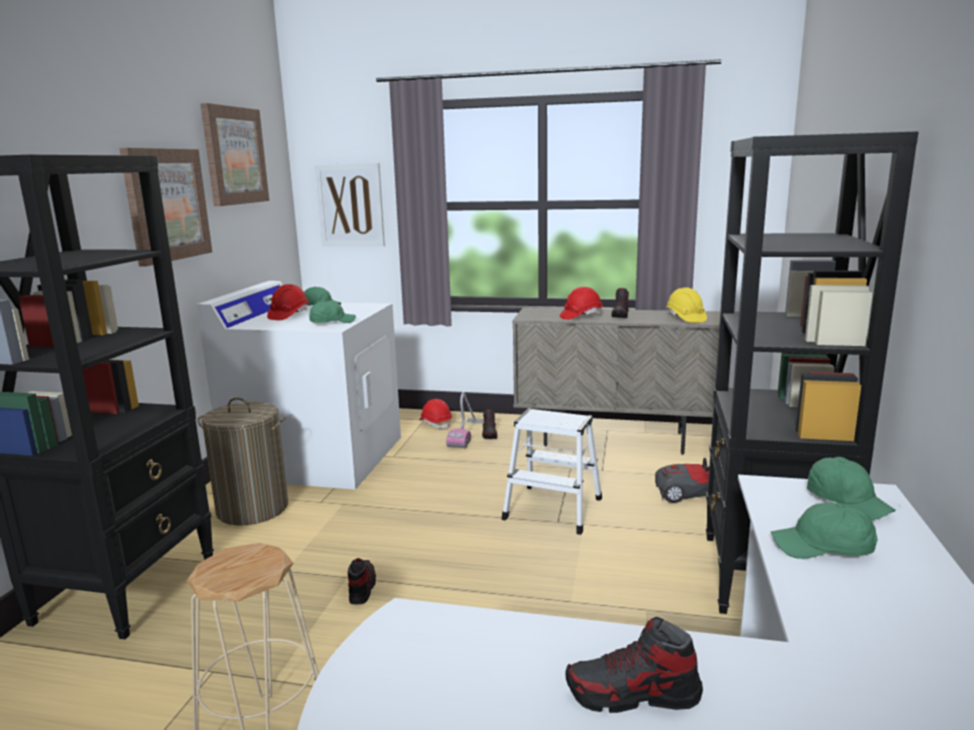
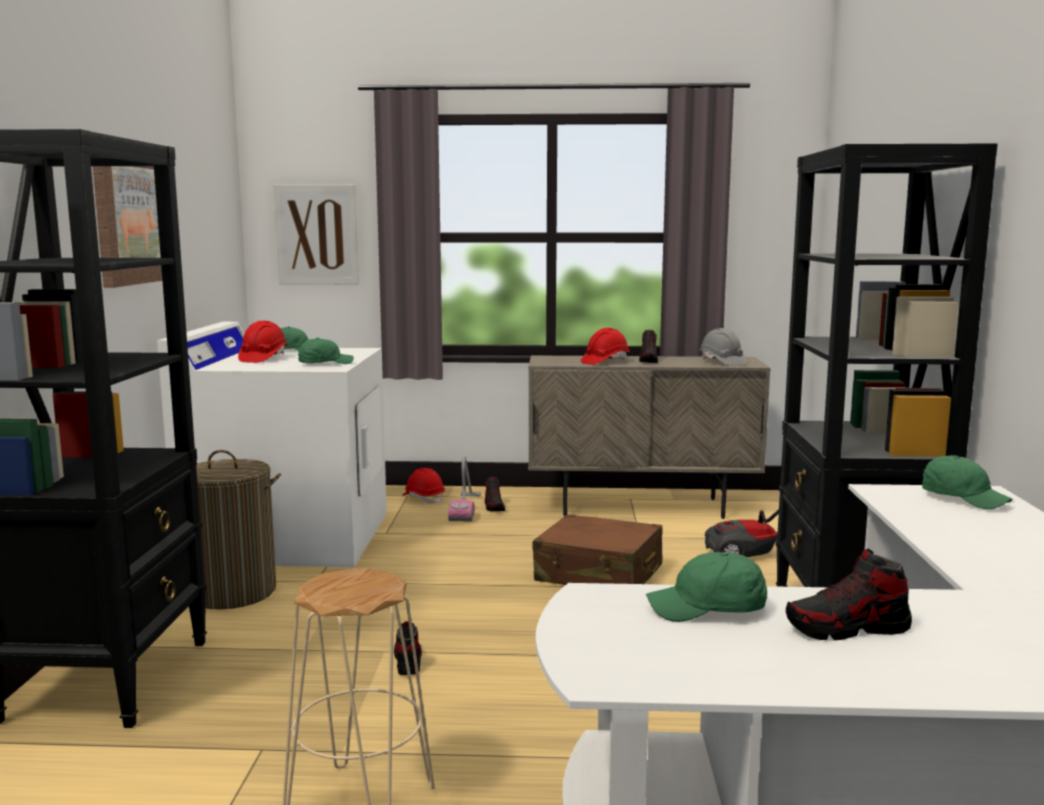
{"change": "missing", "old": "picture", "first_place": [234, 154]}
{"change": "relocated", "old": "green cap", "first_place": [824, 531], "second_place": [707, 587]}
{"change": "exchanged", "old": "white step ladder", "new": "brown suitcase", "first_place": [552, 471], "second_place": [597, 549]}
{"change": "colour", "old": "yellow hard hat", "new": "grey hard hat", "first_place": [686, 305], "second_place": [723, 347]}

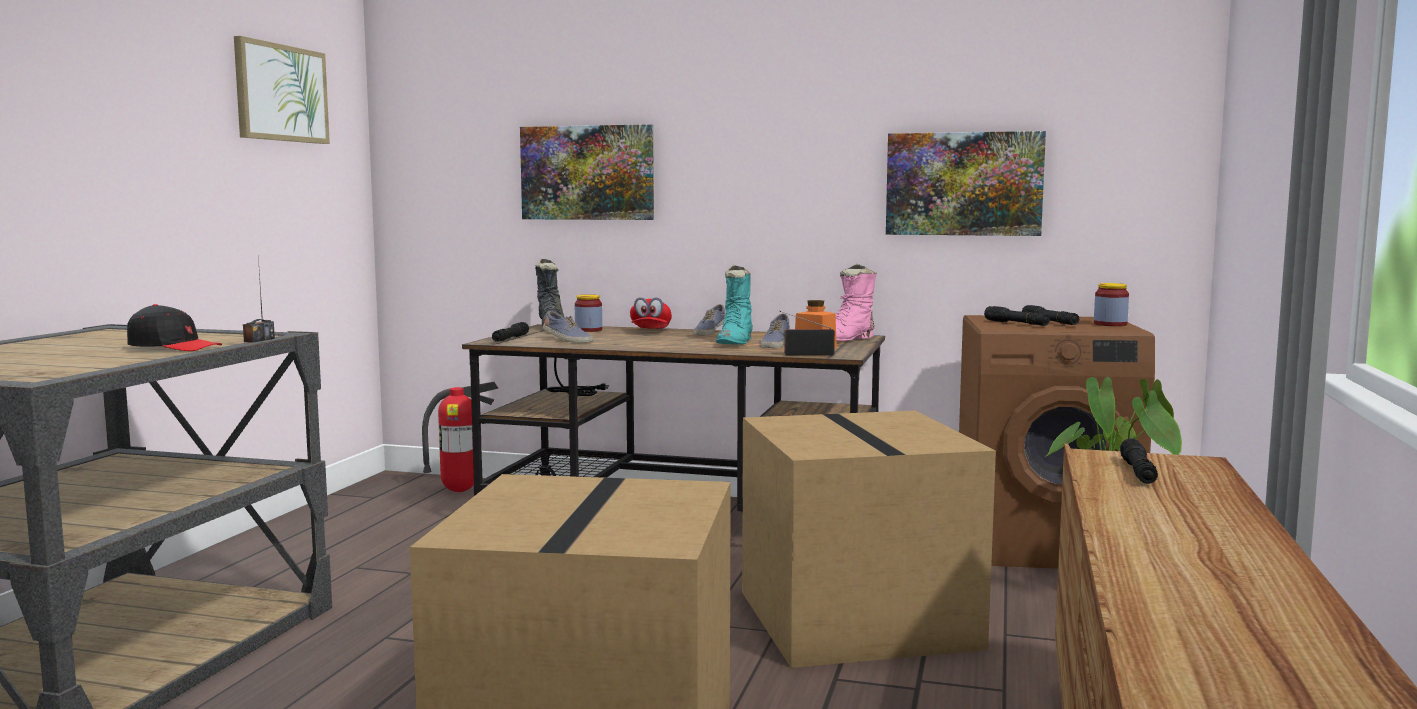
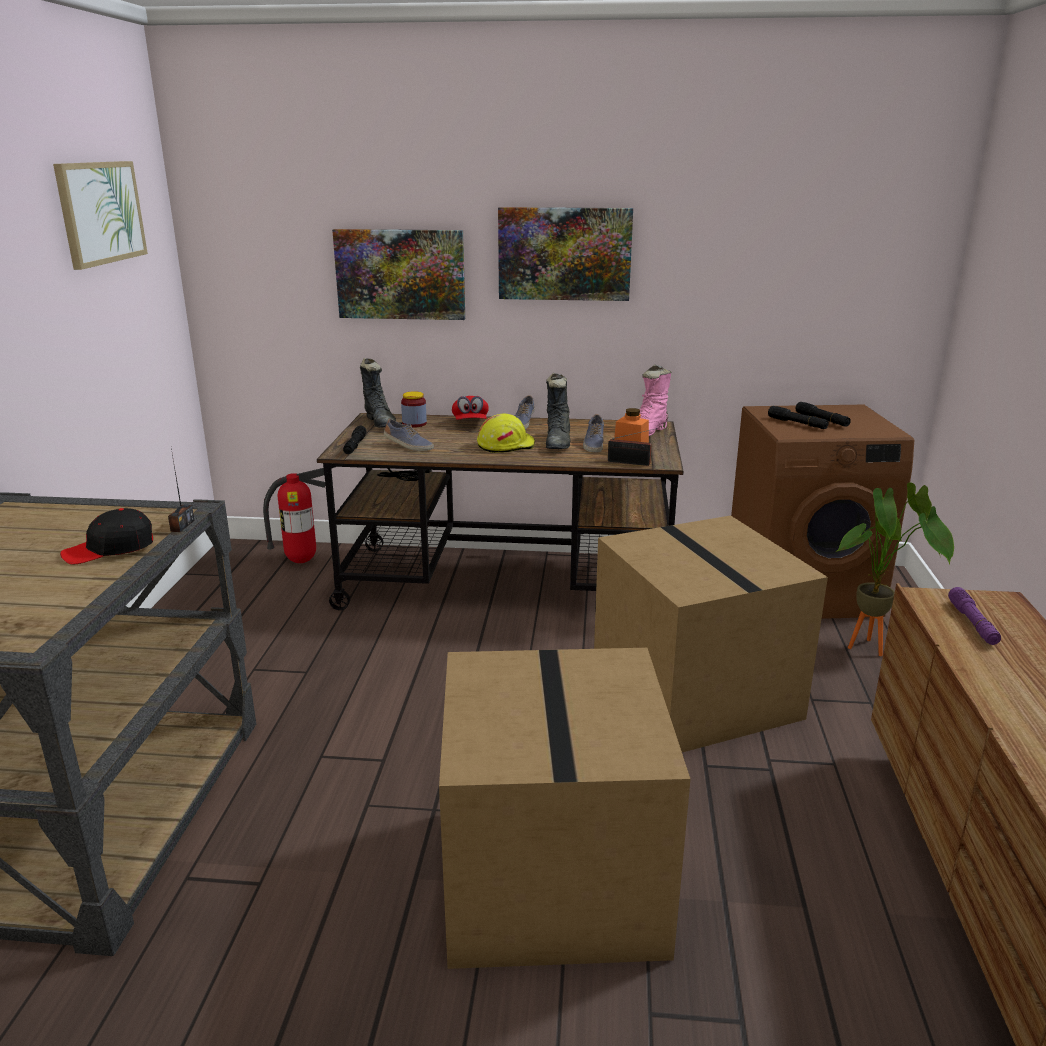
{"change": "missing", "old": "jar", "first_place": [1111, 304]}
{"change": "appeared", "new": "yellow hard hat", "second_place": [506, 433]}
{"change": "relocated", "old": "picture", "first_place": [966, 183], "second_place": [565, 254]}
{"change": "colour", "old": "turquoise boot", "new": "black boot", "first_place": [734, 304], "second_place": [558, 411]}
{"change": "colour", "old": "black flashlight", "new": "purple flashlight", "first_place": [1139, 461], "second_place": [974, 616]}
{"change": "spun", "old": "black cap", "first_place": [174, 327], "second_place": [106, 536], "degrees": 150}
{"change": "spun", "old": "radio", "first_place": [807, 333], "second_place": [632, 447], "degrees": -150}

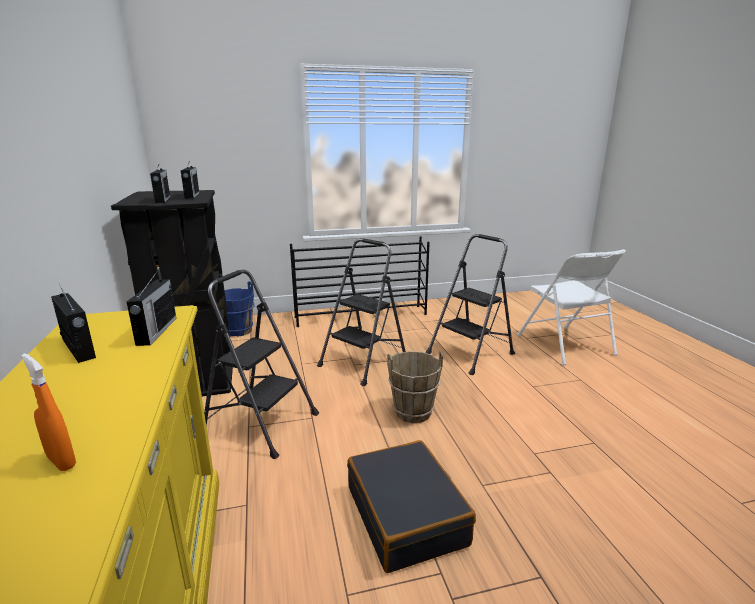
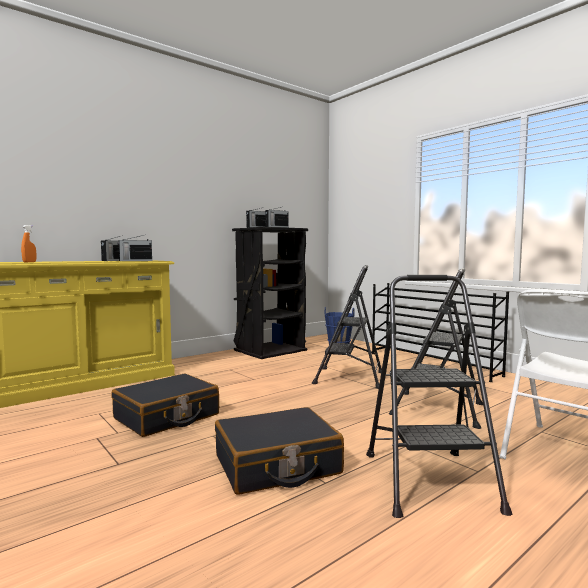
{"change": "missing", "old": "brown bucket", "first_place": [415, 386]}
{"change": "appeared", "new": "black suitcase", "second_place": [279, 451]}
{"change": "relocated", "old": "black step ladder", "first_place": [261, 364], "second_place": [439, 396]}

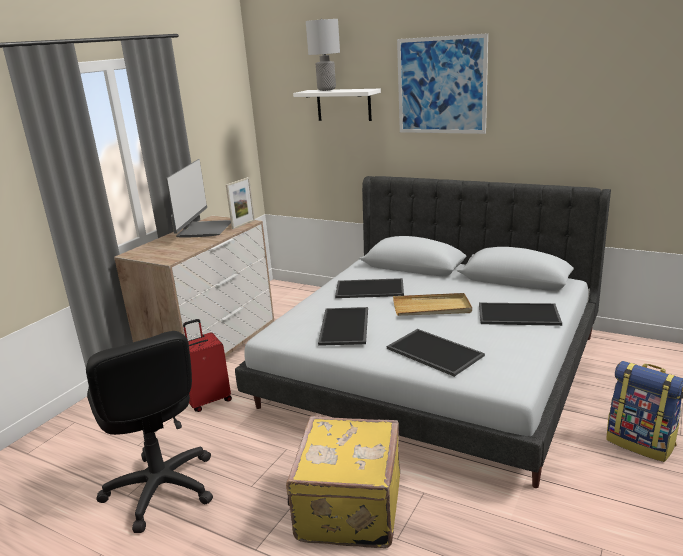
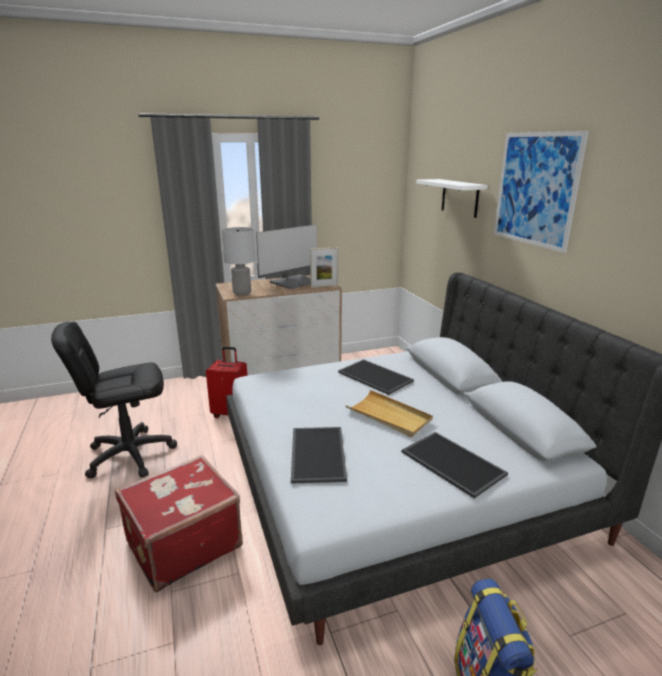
{"change": "missing", "old": "tray", "first_place": [343, 326]}
{"change": "relocated", "old": "grey table lamp", "first_place": [323, 55], "second_place": [238, 261]}
{"change": "colour", "old": "yellow suitcase", "new": "red suitcase", "first_place": [343, 482], "second_place": [179, 524]}
{"change": "spun", "old": "black office chair", "first_place": [149, 432], "second_place": [114, 400], "degrees": 60}

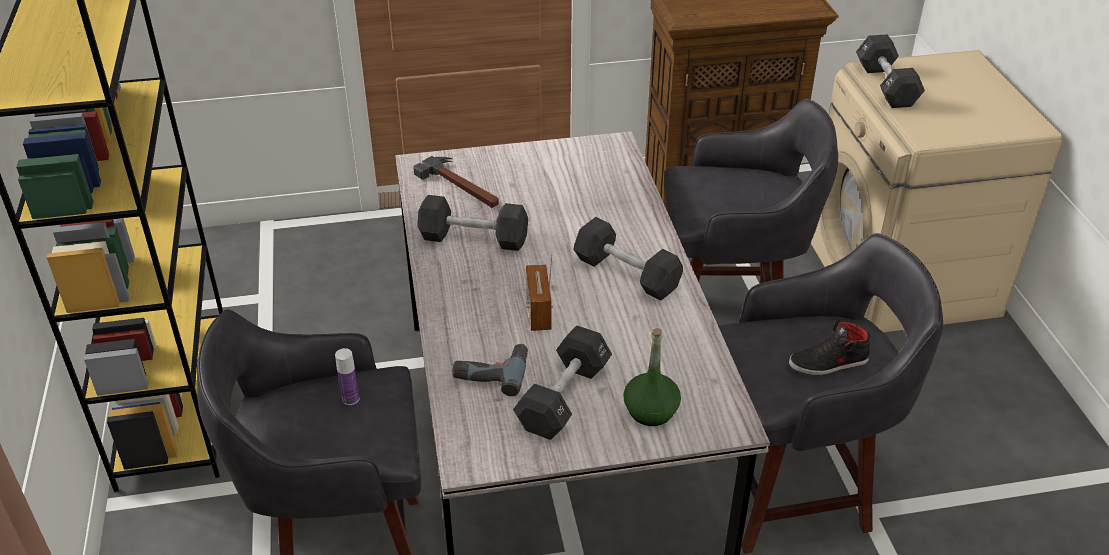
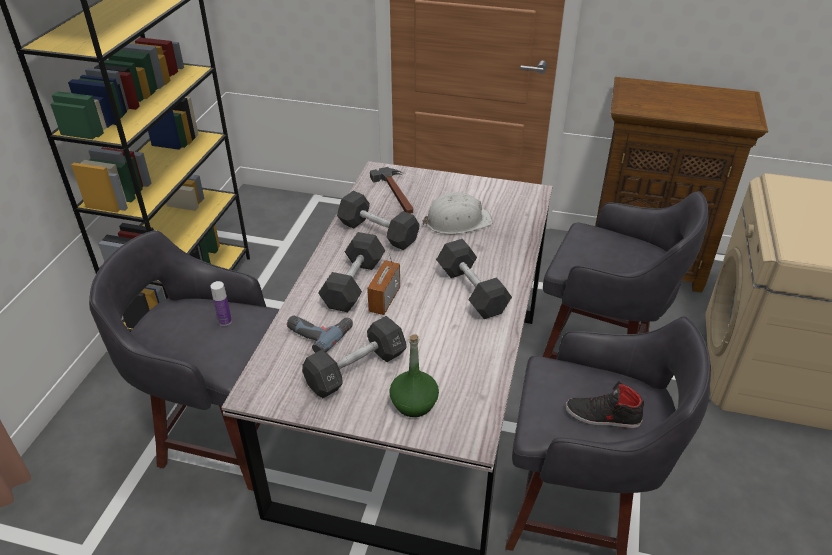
{"change": "appeared", "new": "white hard hat", "second_place": [457, 213]}
{"change": "relocated", "old": "black dumbbell", "first_place": [890, 71], "second_place": [351, 272]}

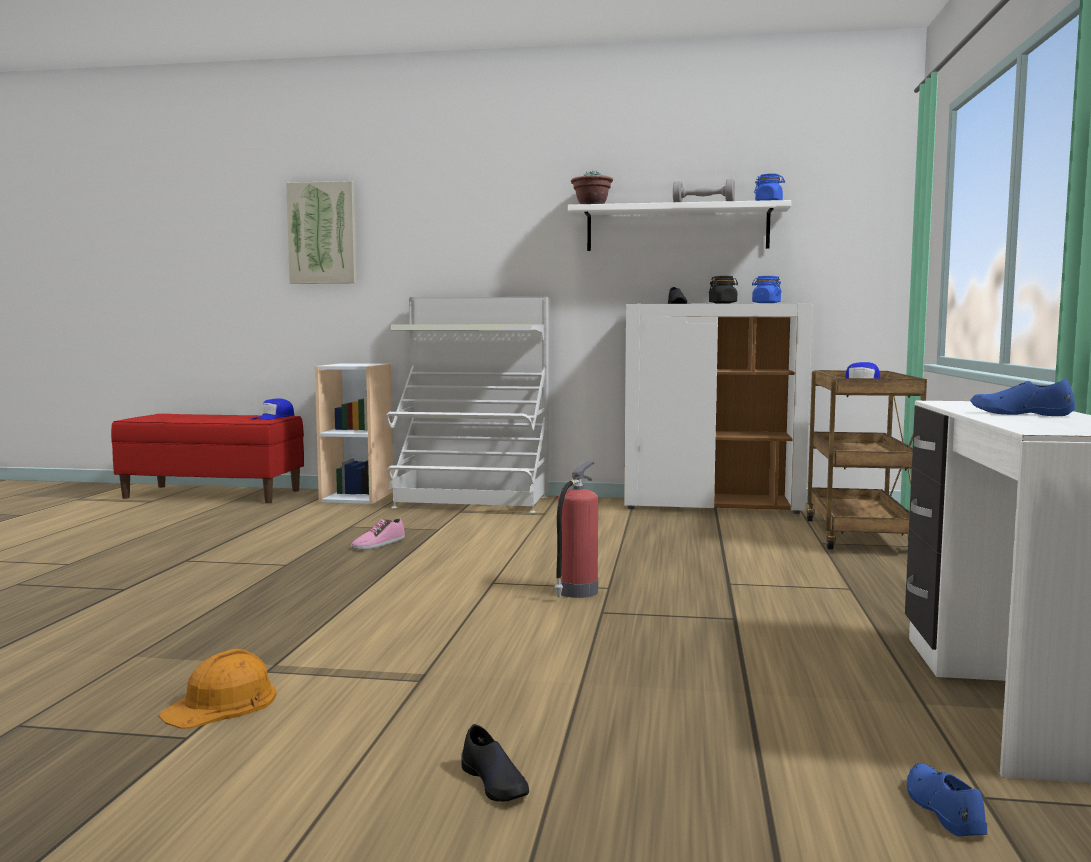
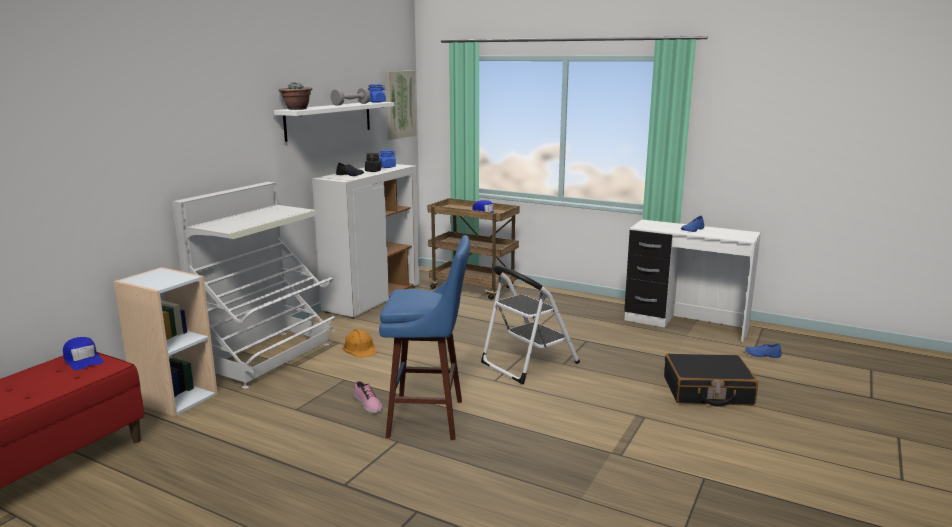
{"change": "missing", "old": "black shoe", "first_place": [495, 763]}
{"change": "appeared", "new": "blue stool", "second_place": [424, 337]}
{"change": "appeared", "new": "black suitcase", "second_place": [711, 380]}
{"change": "relocated", "old": "orange hard hat", "first_place": [217, 689], "second_place": [360, 343]}
{"change": "relocated", "old": "picture", "first_place": [321, 232], "second_place": [400, 105]}
{"change": "exchanged", "old": "fire extinguisher", "new": "step ladder", "first_place": [576, 529], "second_place": [530, 324]}

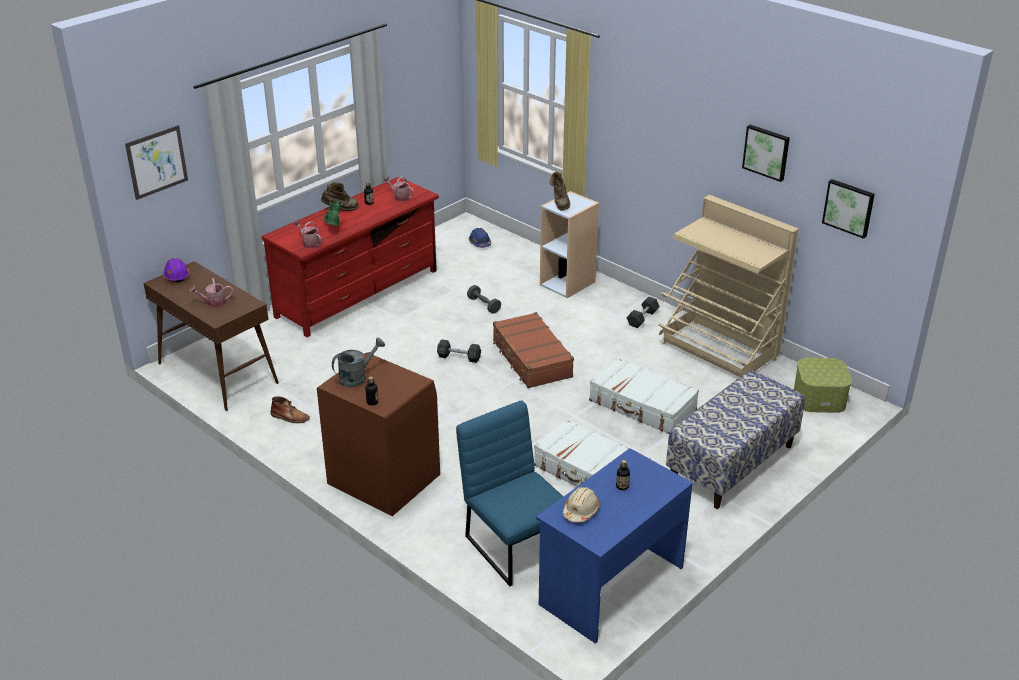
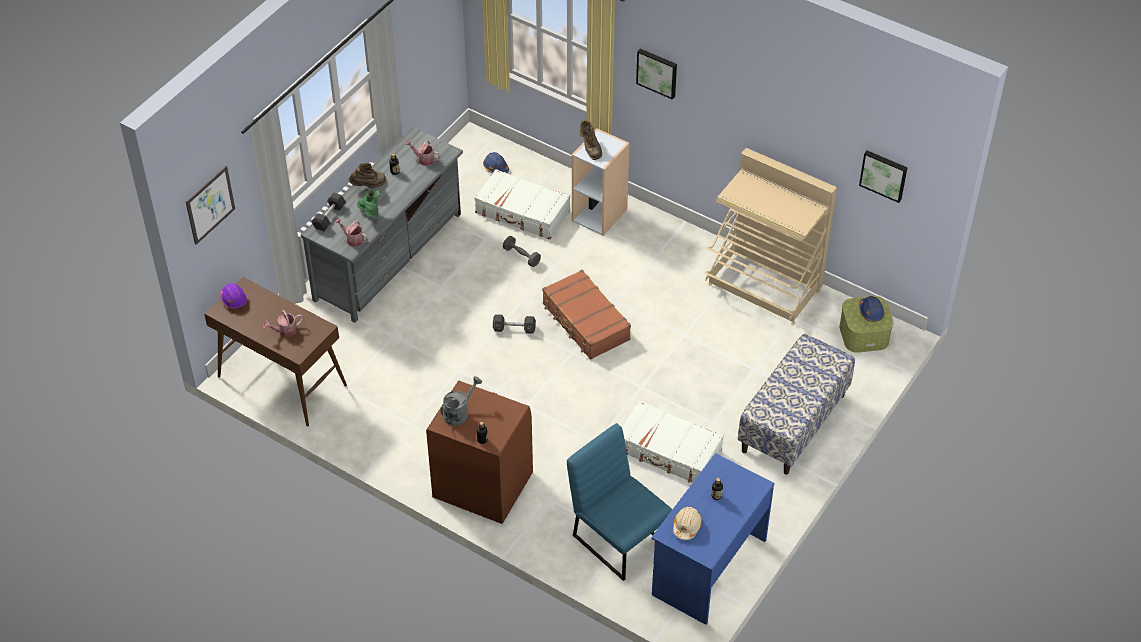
{"change": "missing", "old": "brown boot", "first_place": [290, 409]}
{"change": "appeared", "new": "blue hard hat", "second_place": [872, 309]}
{"change": "relocated", "old": "white suitcase", "first_place": [644, 395], "second_place": [522, 204]}
{"change": "relocated", "old": "black dumbbell", "first_place": [643, 312], "second_place": [328, 211]}
{"change": "relocated", "old": "picture", "first_place": [766, 153], "second_place": [656, 74]}
{"change": "colour", "old": "red dresser", "new": "grey dresser", "first_place": [350, 257], "second_place": [382, 225]}

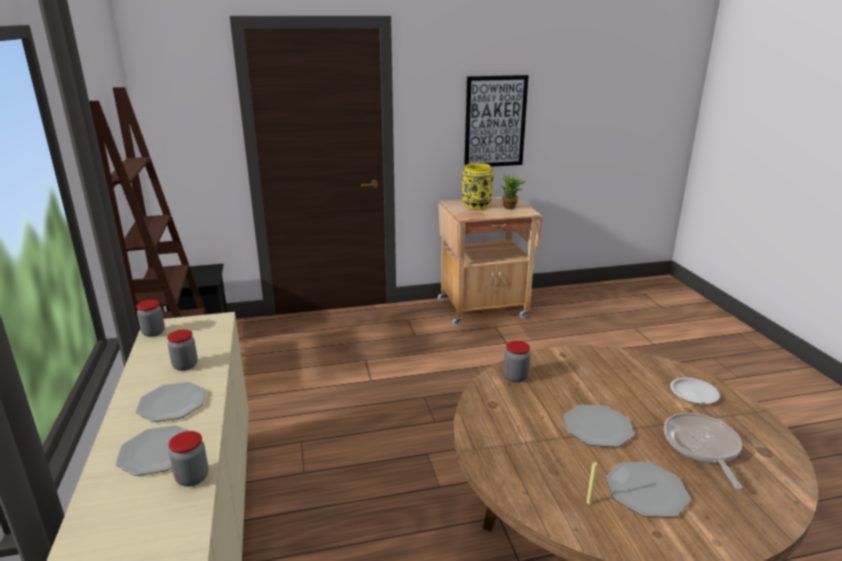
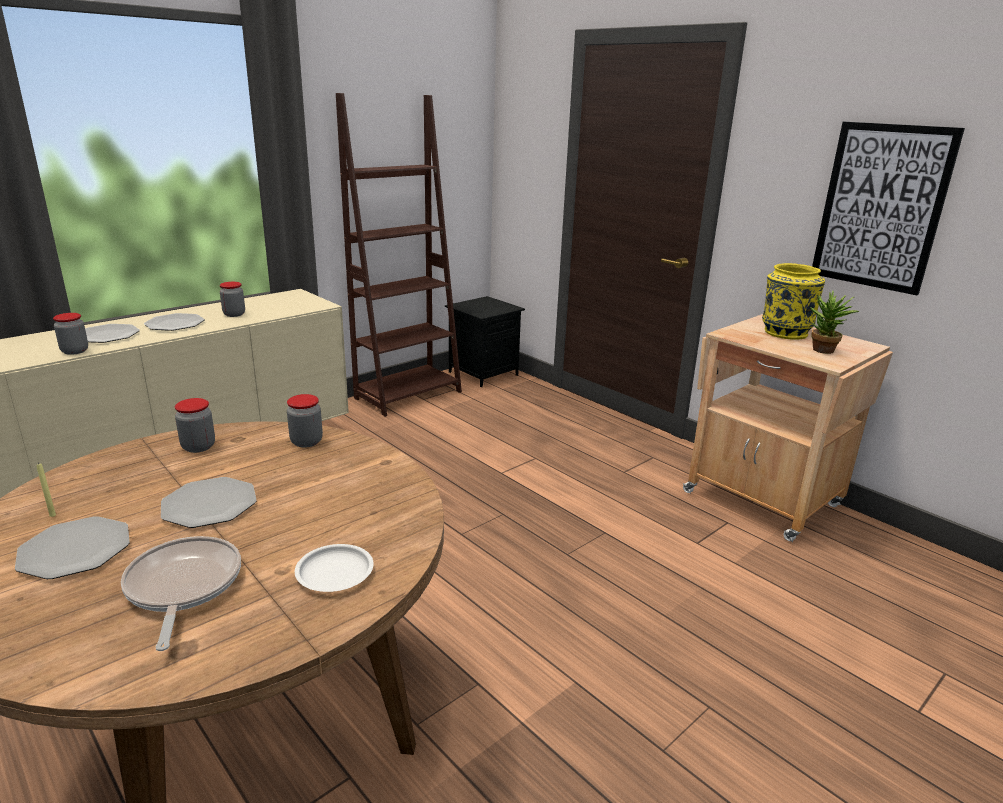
{"change": "relocated", "old": "jar", "first_place": [150, 318], "second_place": [195, 425]}
{"change": "spun", "old": "frying pan", "first_place": [703, 451], "second_place": [181, 593], "degrees": -75}

